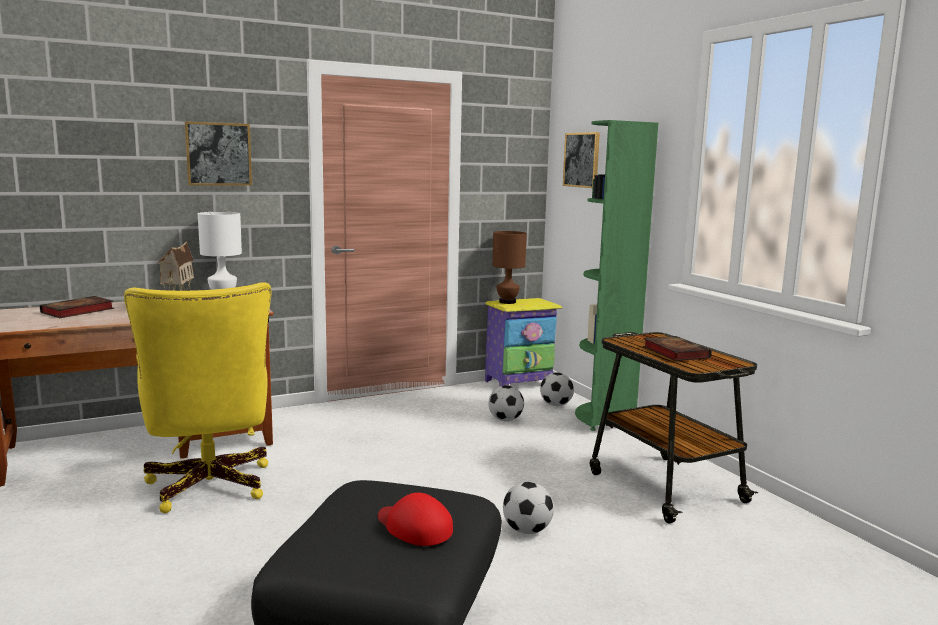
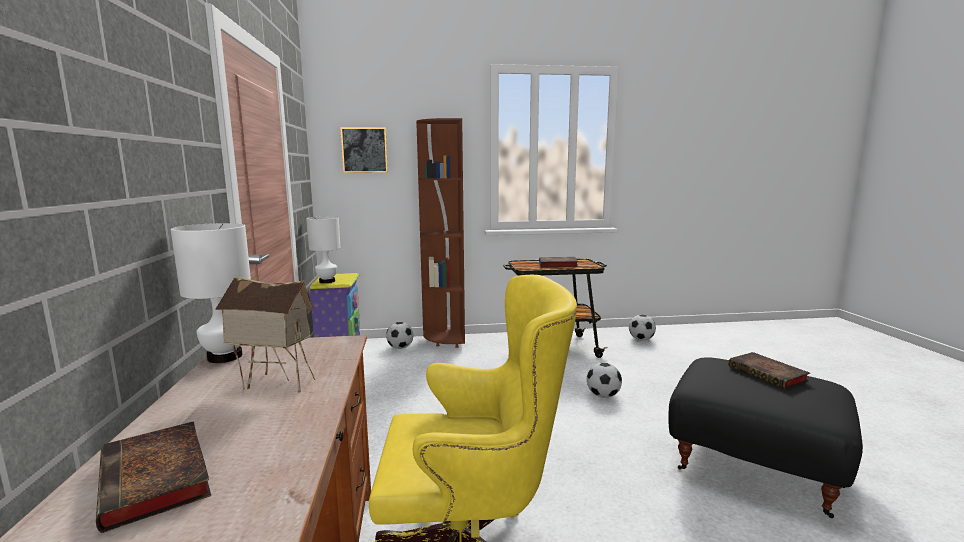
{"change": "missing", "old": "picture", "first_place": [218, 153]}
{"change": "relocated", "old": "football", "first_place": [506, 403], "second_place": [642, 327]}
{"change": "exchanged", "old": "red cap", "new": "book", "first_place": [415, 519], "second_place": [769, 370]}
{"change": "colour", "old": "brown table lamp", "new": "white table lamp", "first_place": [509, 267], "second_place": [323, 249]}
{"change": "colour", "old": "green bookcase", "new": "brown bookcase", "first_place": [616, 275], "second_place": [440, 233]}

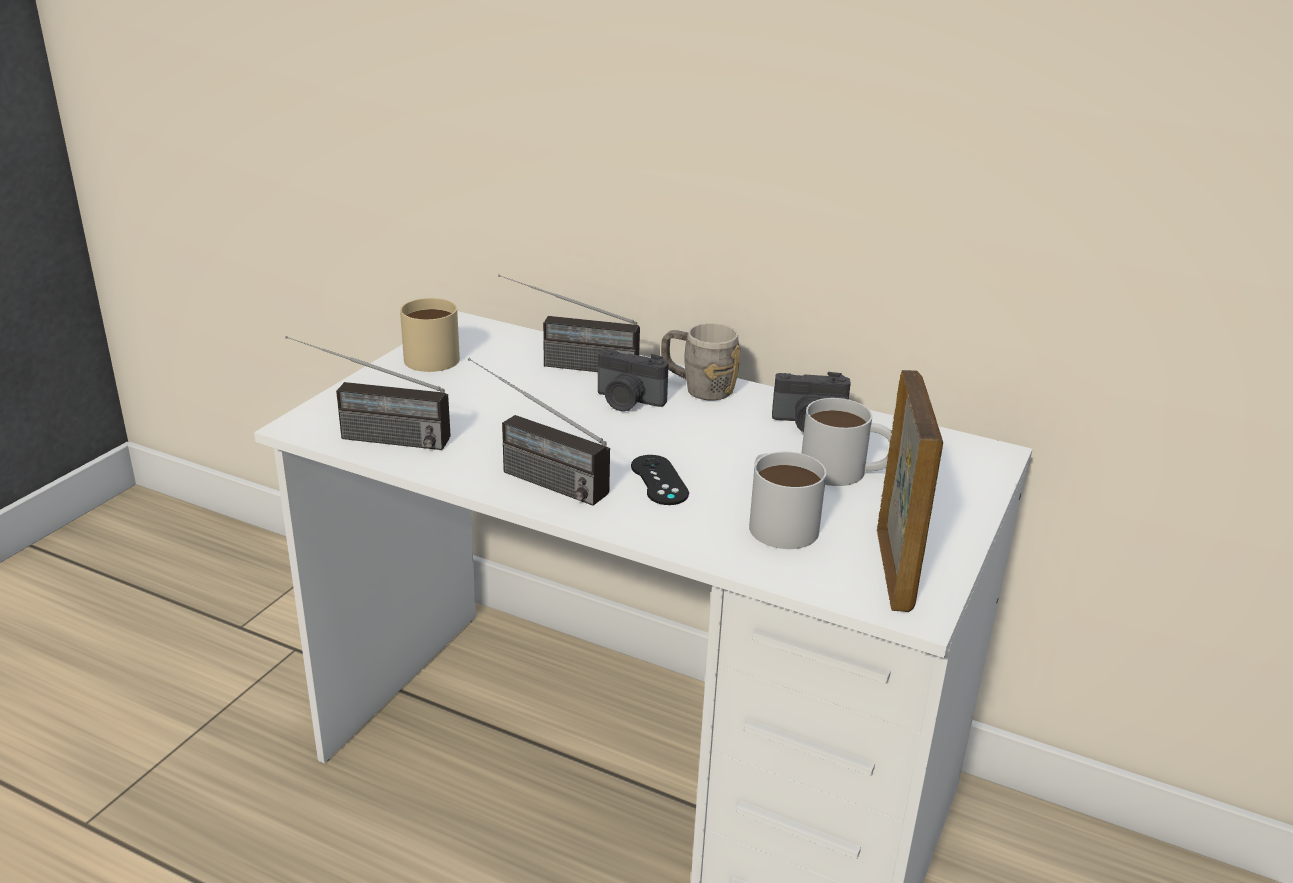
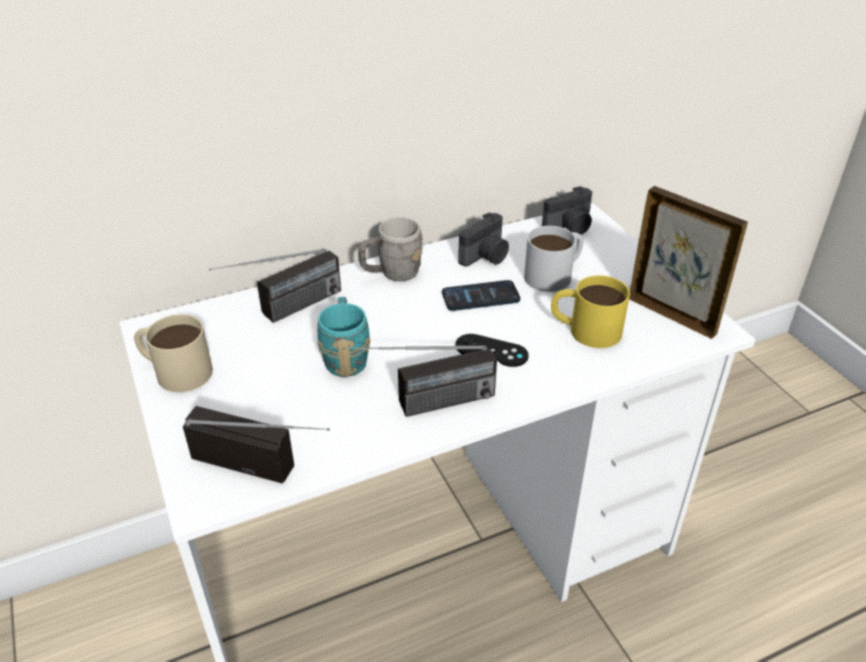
{"change": "appeared", "new": "turquoise mug", "second_place": [344, 337]}
{"change": "appeared", "new": "phone", "second_place": [481, 295]}
{"change": "relocated", "old": "photo camera", "first_place": [633, 380], "second_place": [567, 210]}
{"change": "colour", "old": "white mug", "new": "yellow mug", "first_place": [787, 500], "second_place": [590, 311]}
{"change": "spun", "old": "radio", "first_place": [368, 393], "second_place": [256, 445], "degrees": -120}

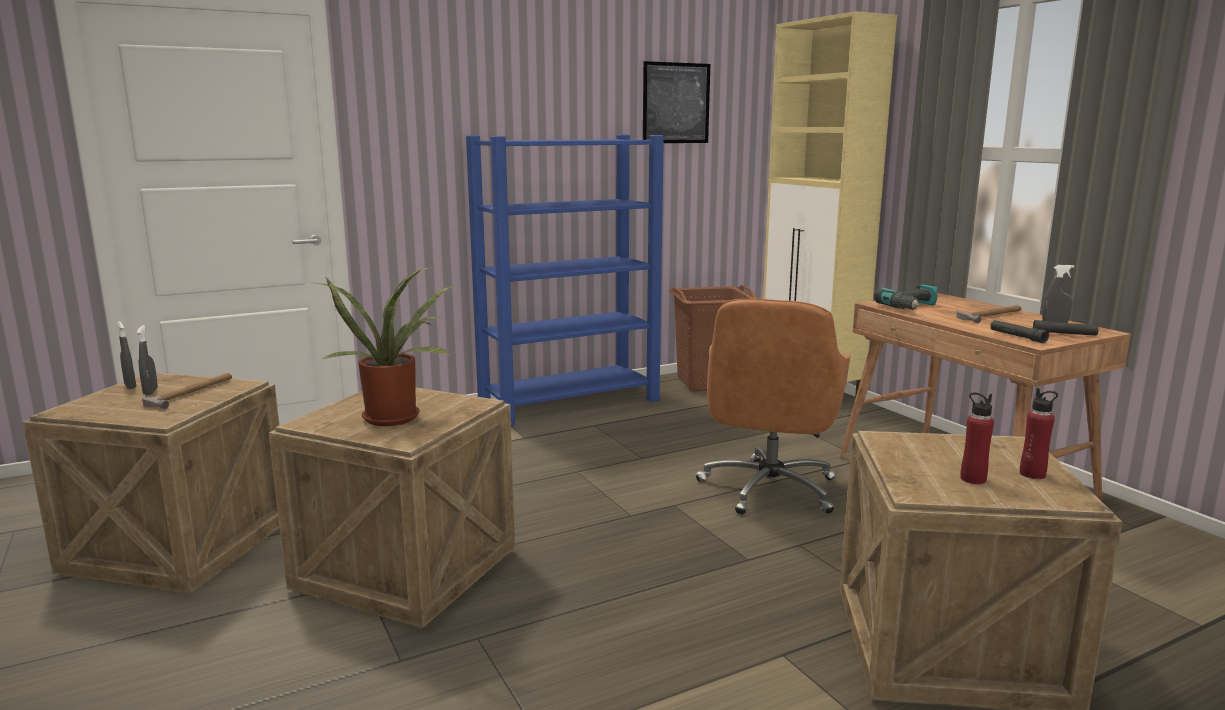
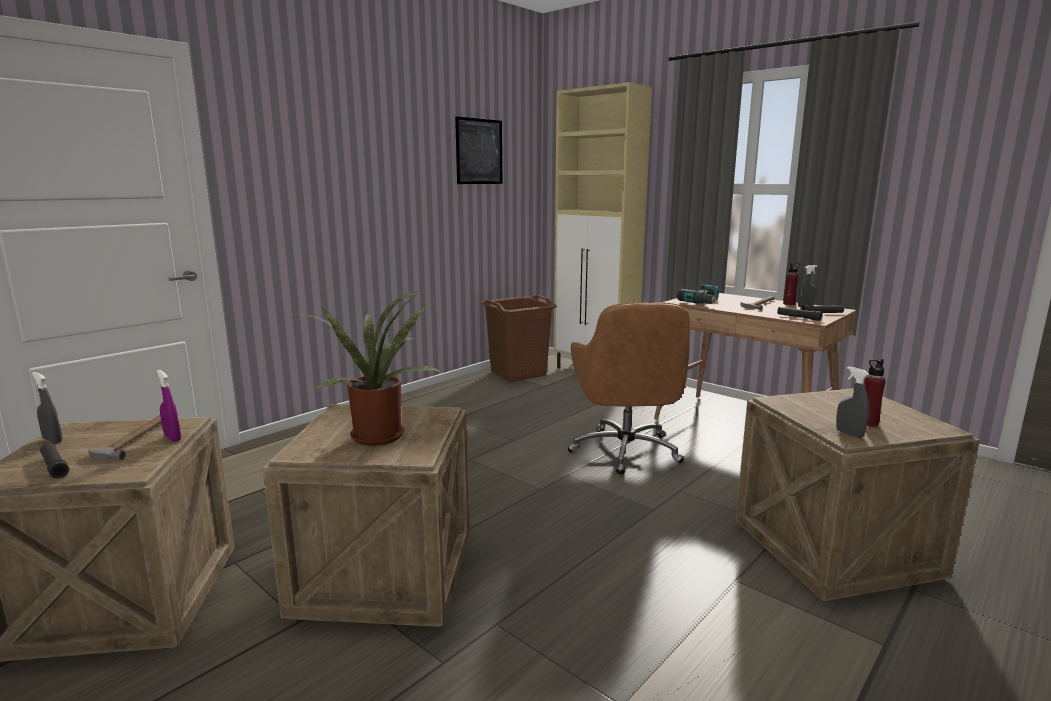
{"change": "missing", "old": "blue bookcase", "first_place": [565, 281]}
{"change": "appeared", "new": "black flashlight", "second_place": [54, 461]}
{"change": "appeared", "new": "purple spray bottle", "second_place": [169, 406]}
{"change": "relocated", "old": "grey spray bottle", "first_place": [147, 360], "second_place": [852, 402]}
{"change": "relocated", "old": "red bottle", "first_place": [1039, 433], "second_place": [791, 283]}

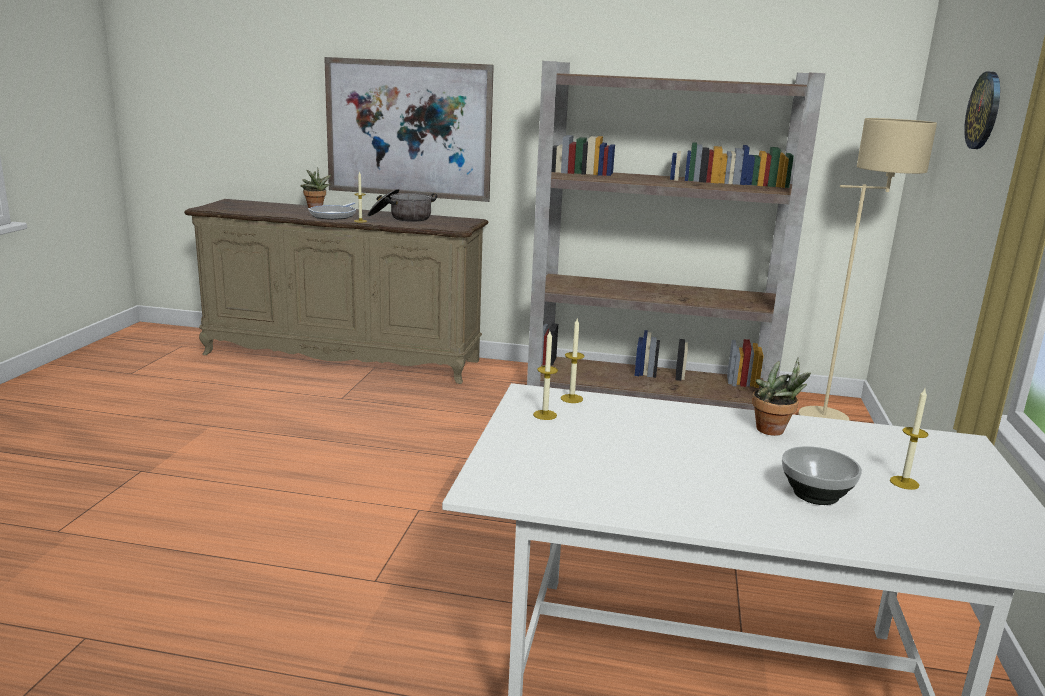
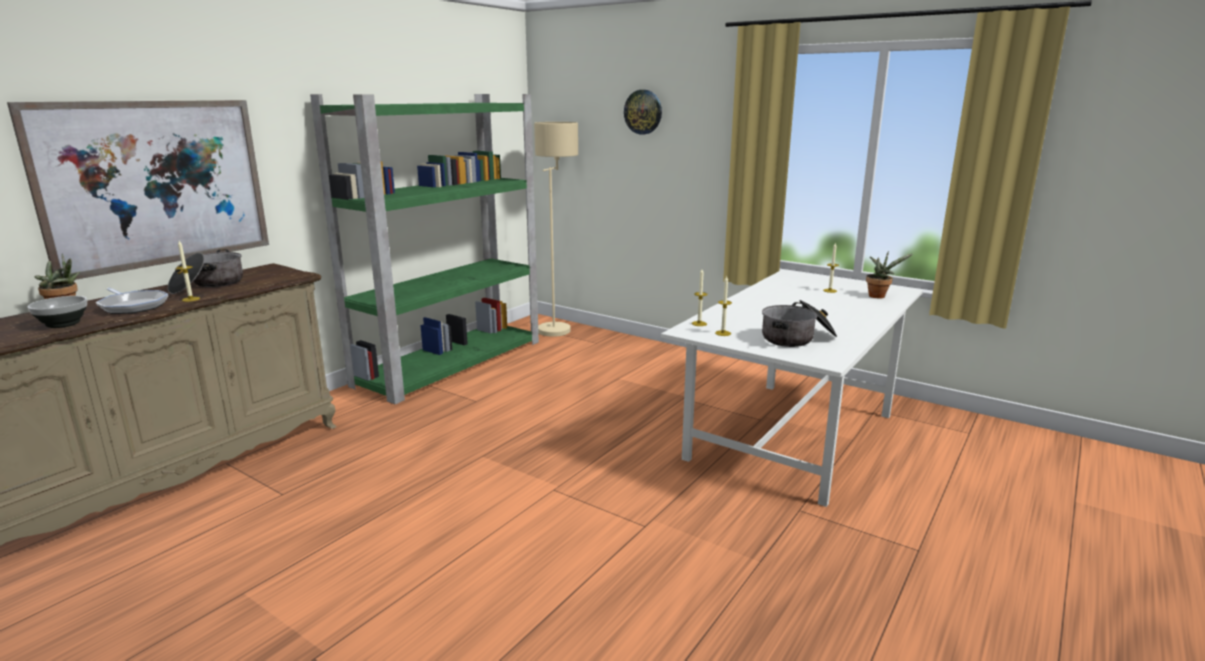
{"change": "appeared", "new": "cooking pot", "second_place": [799, 323]}
{"change": "relocated", "old": "potted plant", "first_place": [781, 396], "second_place": [889, 275]}
{"change": "relocated", "old": "bowl", "first_place": [822, 475], "second_place": [57, 312]}
{"change": "colour", "old": "brown bookcase", "new": "green bookcase", "first_place": [676, 235], "second_place": [424, 249]}

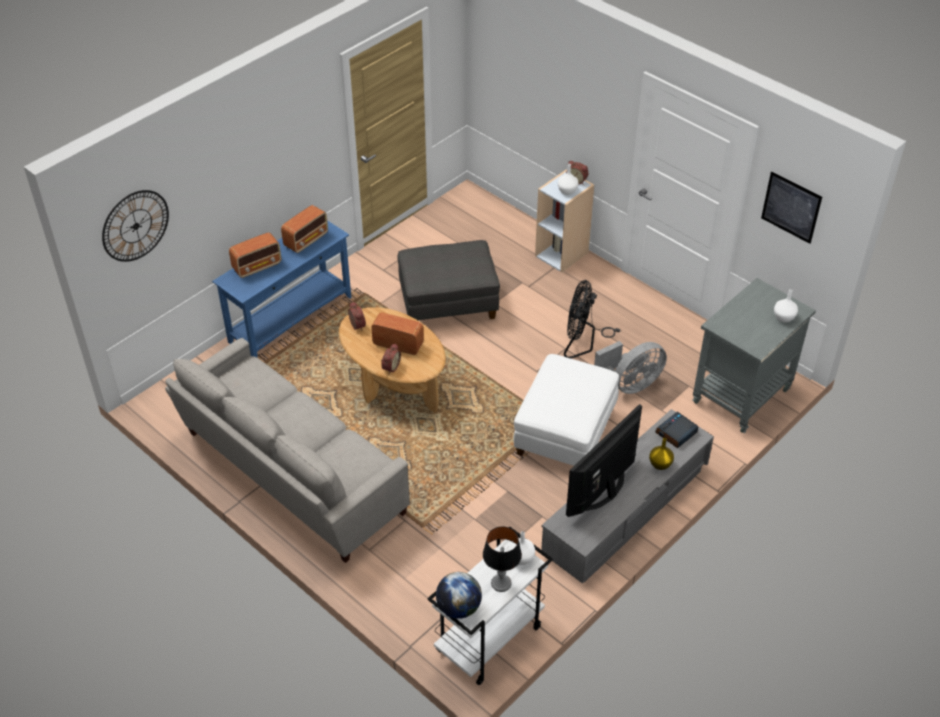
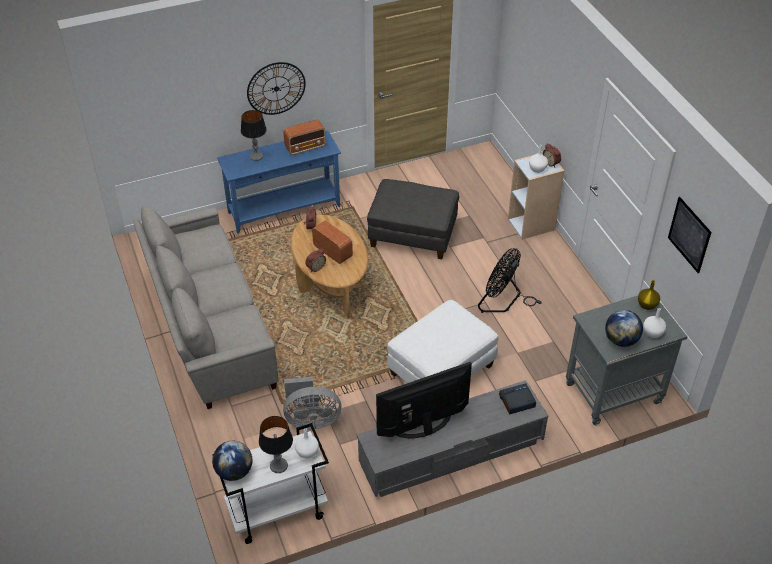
{"change": "appeared", "new": "globe", "second_place": [624, 328]}
{"change": "relocated", "old": "wall clock", "first_place": [135, 226], "second_place": [276, 88]}
{"change": "relocated", "old": "grey fan", "first_place": [630, 367], "second_place": [312, 403]}
{"change": "relocated", "old": "yellow vase", "first_place": [661, 454], "second_place": [649, 295]}
{"change": "exchanged", "old": "radio", "new": "table lamp", "first_place": [255, 255], "second_place": [254, 135]}

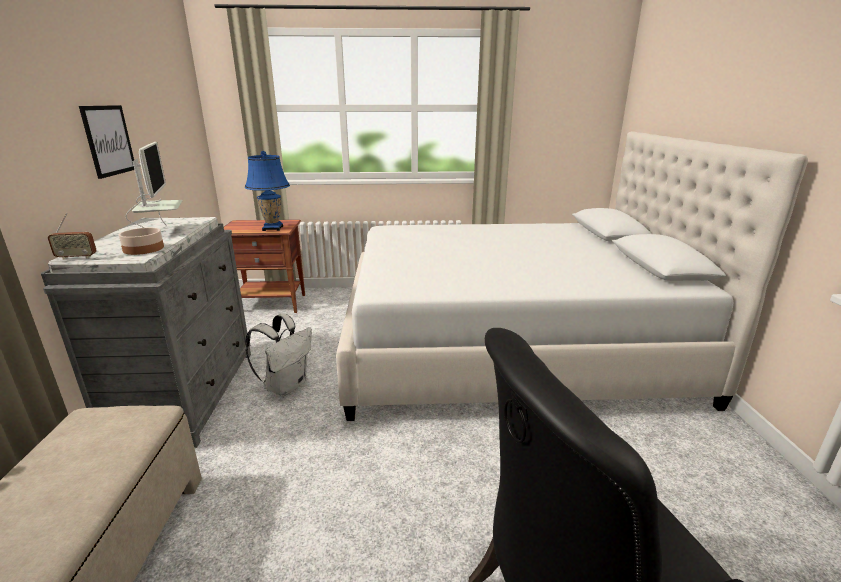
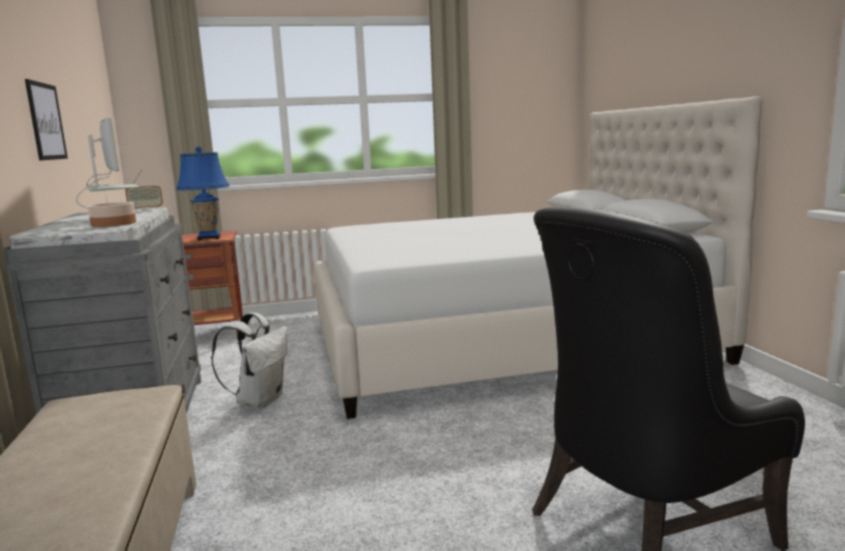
{"change": "relocated", "old": "radio", "first_place": [72, 236], "second_place": [144, 189]}

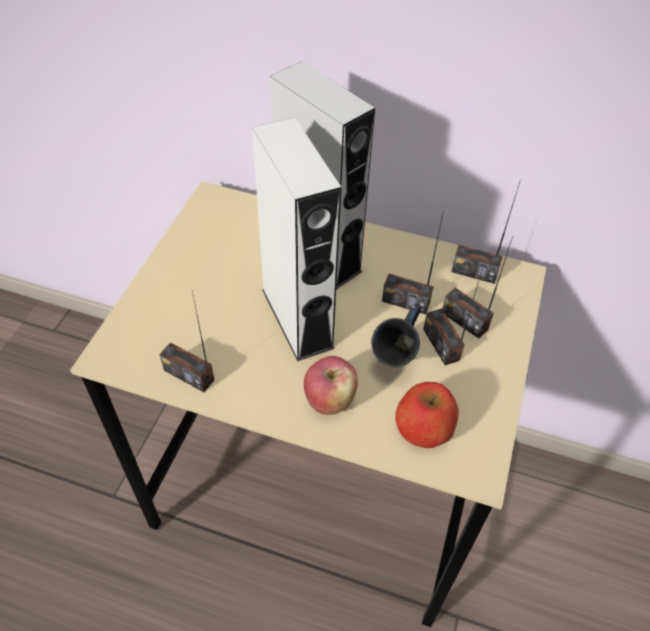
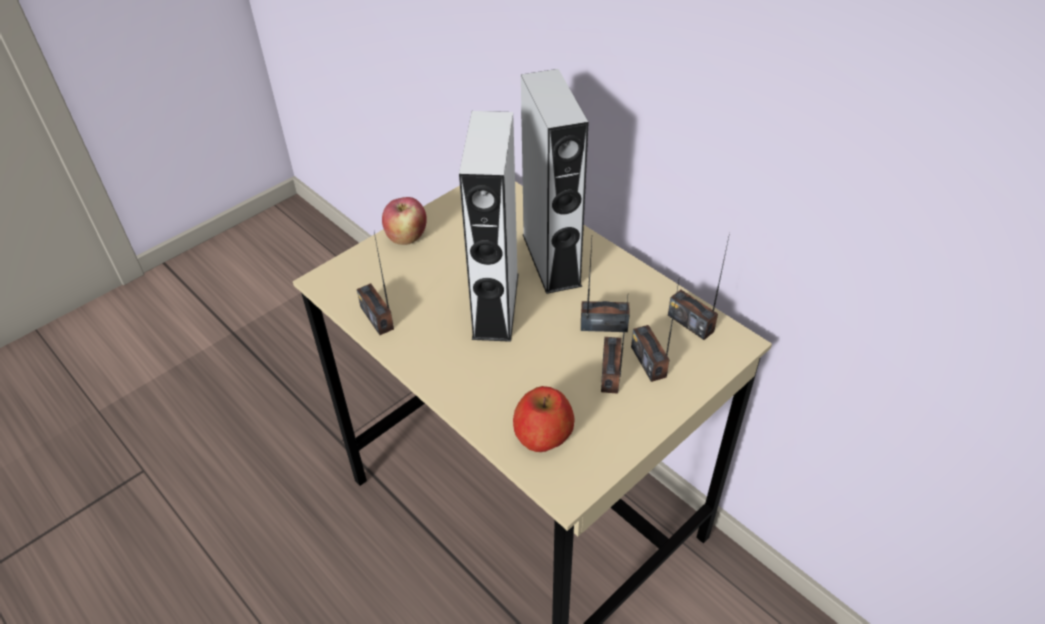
{"change": "missing", "old": "blue mug", "first_place": [396, 335]}
{"change": "relocated", "old": "apple", "first_place": [331, 385], "second_place": [404, 221]}
{"change": "spun", "old": "radio", "first_place": [413, 262], "second_place": [605, 286], "degrees": 135}

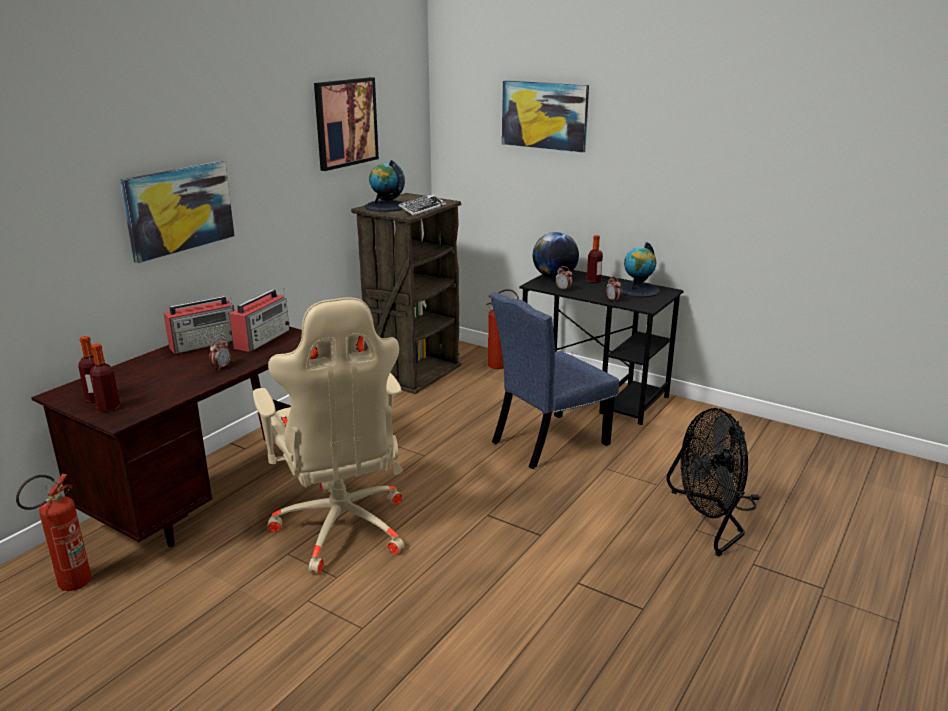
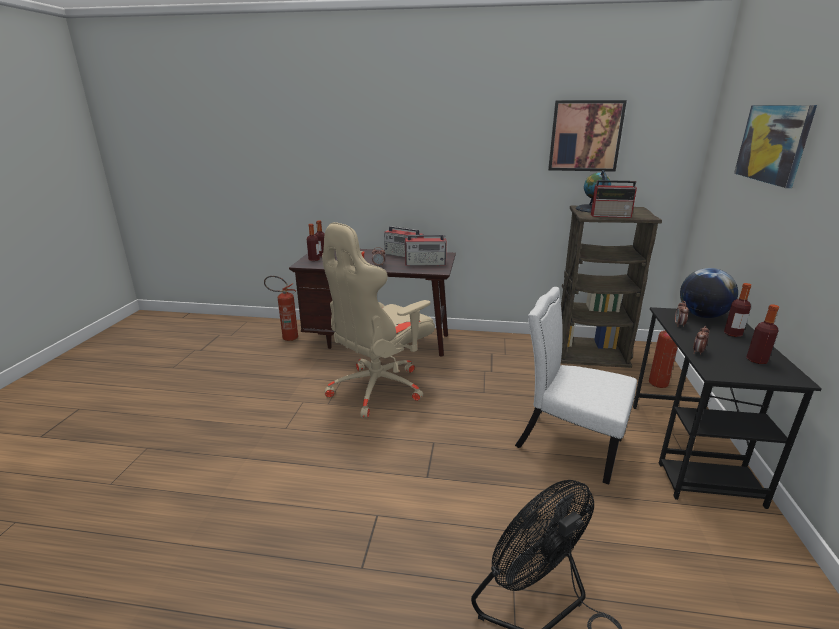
{"change": "missing", "old": "picture", "first_place": [177, 212]}
{"change": "exchanged", "old": "keyboard", "new": "radio", "first_place": [422, 205], "second_place": [614, 199]}
{"change": "exchanged", "old": "globe", "new": "bottle", "first_place": [640, 270], "second_place": [762, 334]}
{"change": "colour", "old": "blue chair", "new": "white chair", "first_place": [554, 380], "second_place": [576, 386]}

